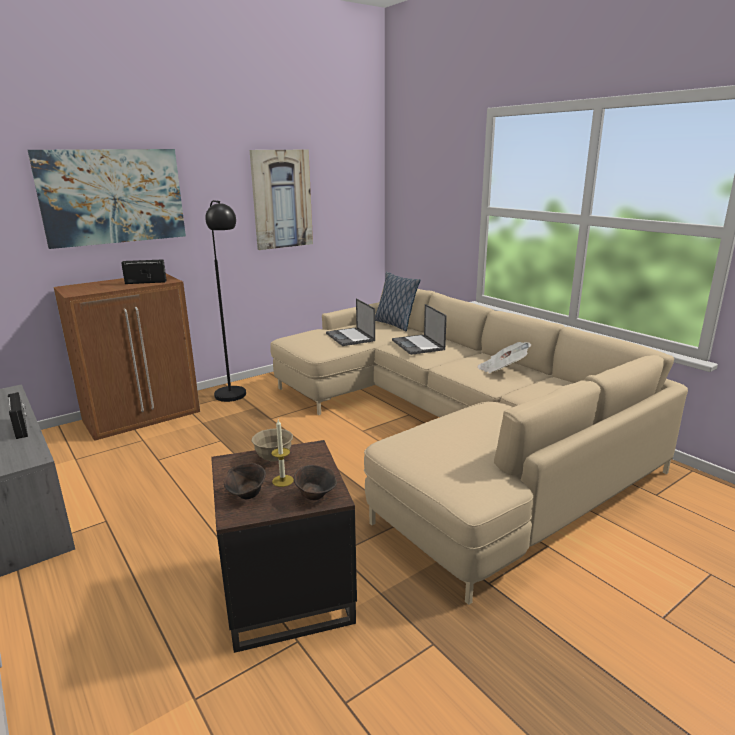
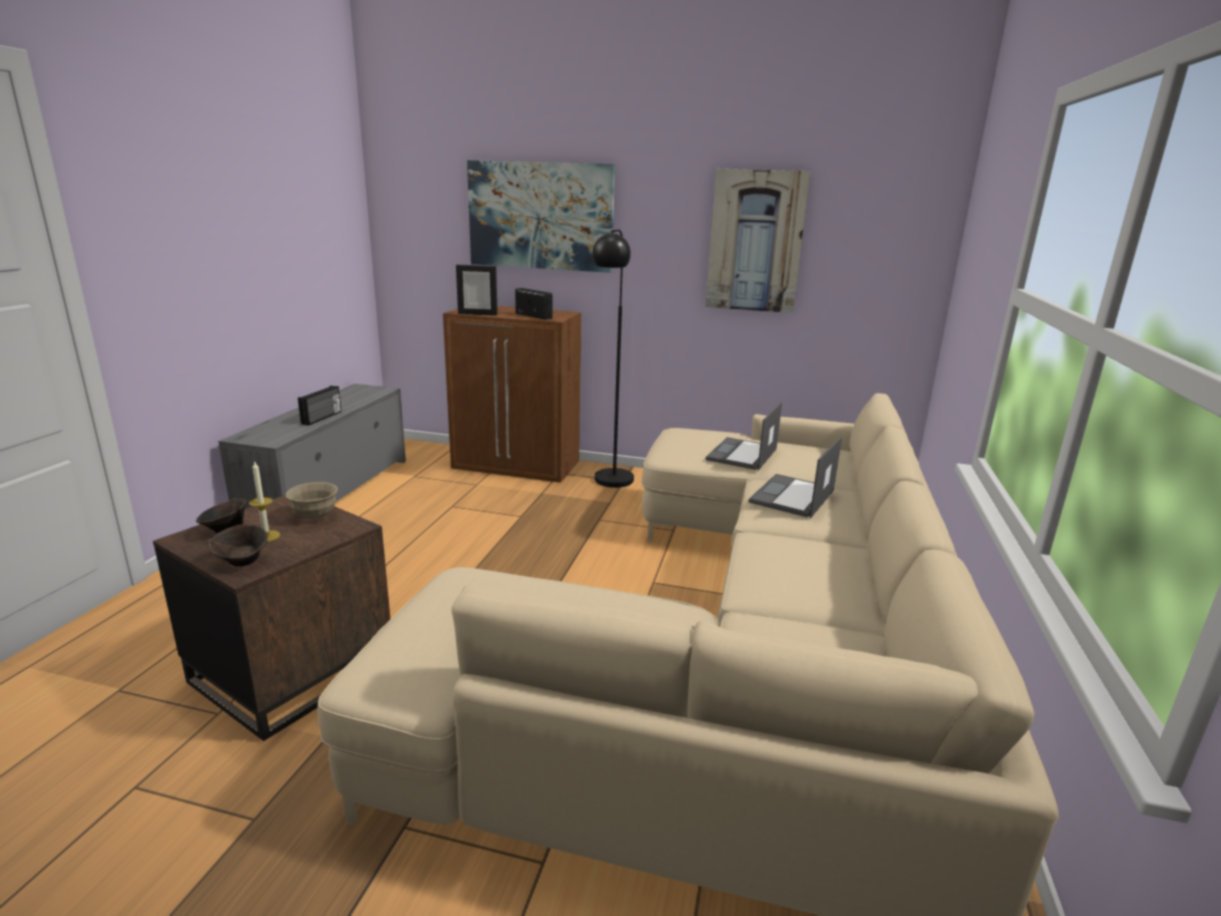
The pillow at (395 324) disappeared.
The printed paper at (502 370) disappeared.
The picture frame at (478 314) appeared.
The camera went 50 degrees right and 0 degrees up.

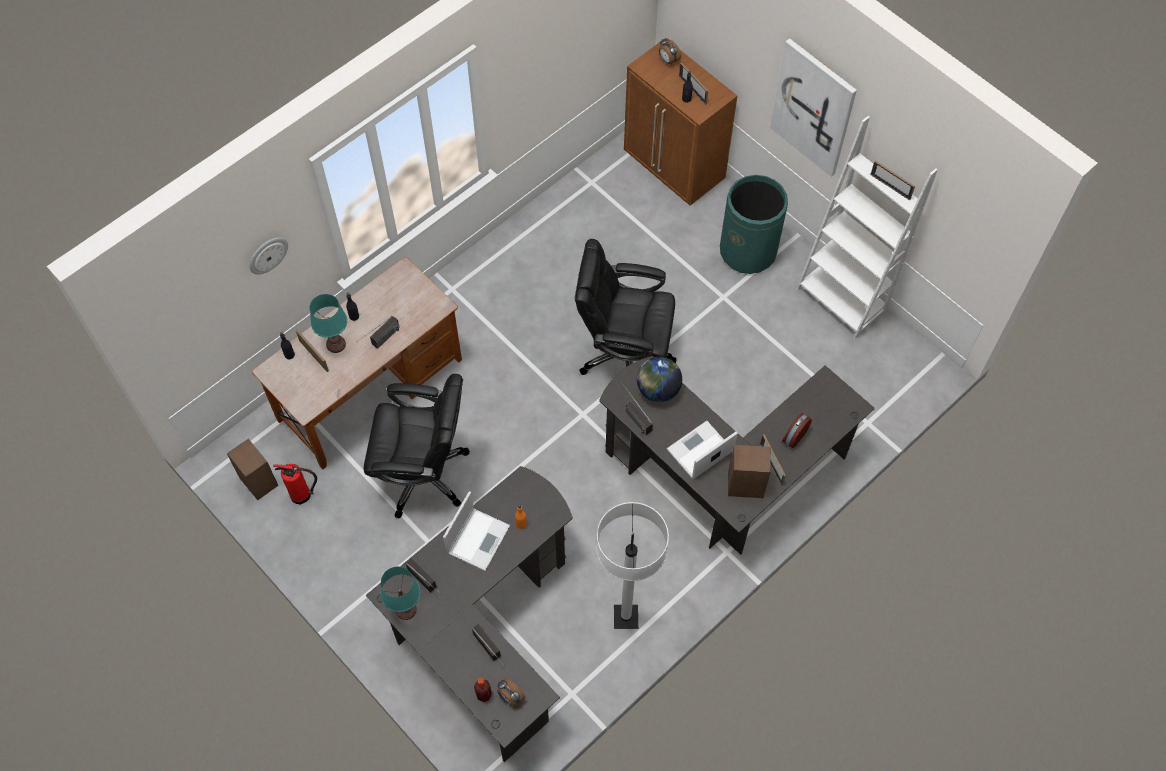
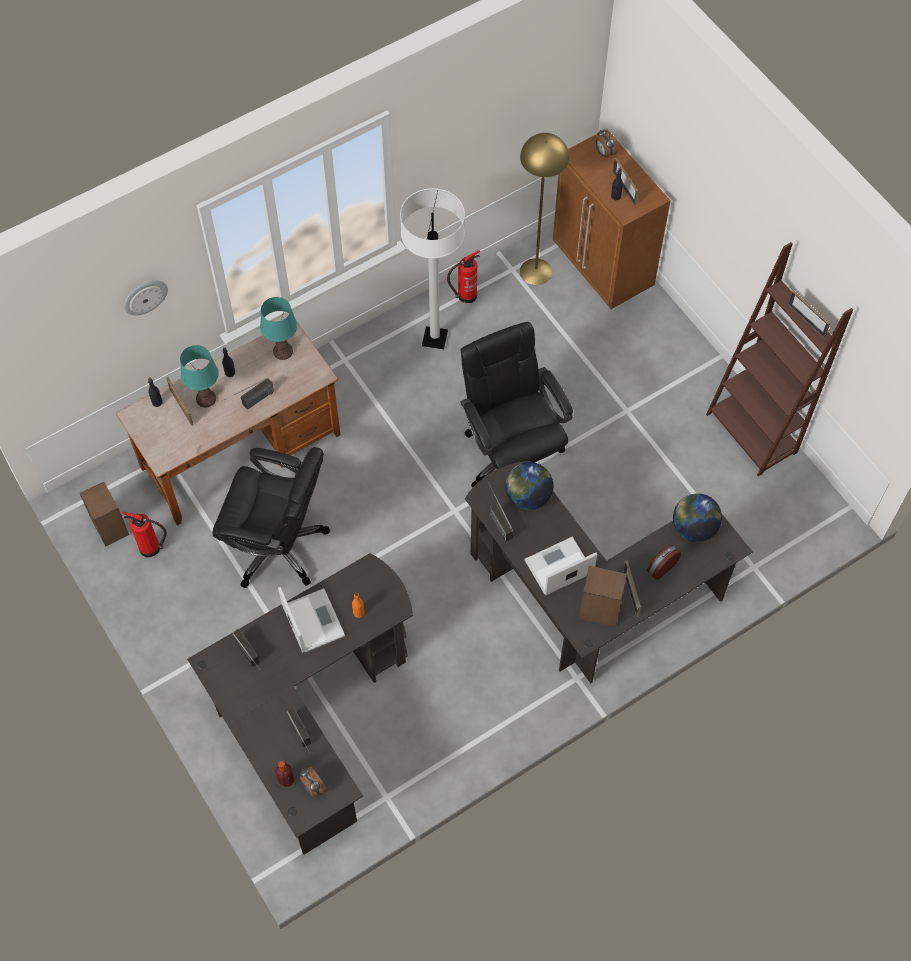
The wall art at (813 107) disappeared.
The white-coloured bookshelf at (841 300) became the brownish bookshelf at (752 433).
The green-coloured rubbish bin at (748 251) disappeared.
The blackish desk chair at (625 355) turned 45 degrees clockwise.
The notebook computer at (478 538) turned 60 degrees counterclockwise.
The white-coloured floor lamp moved from (626 617) to (435 338).
The blue-green lamp for a table moved from (405 610) to (282 351).
The yellowish floor lamp at (536 271) appeared.
The fire-fighting cylinder at (465 296) appeared.
The desk globe at (693 528) appeared.
The camera went 10 degrees right and 0 degrees up.

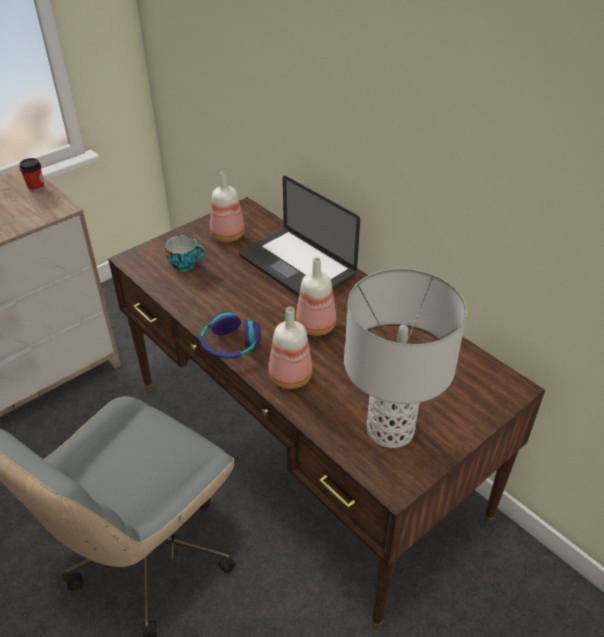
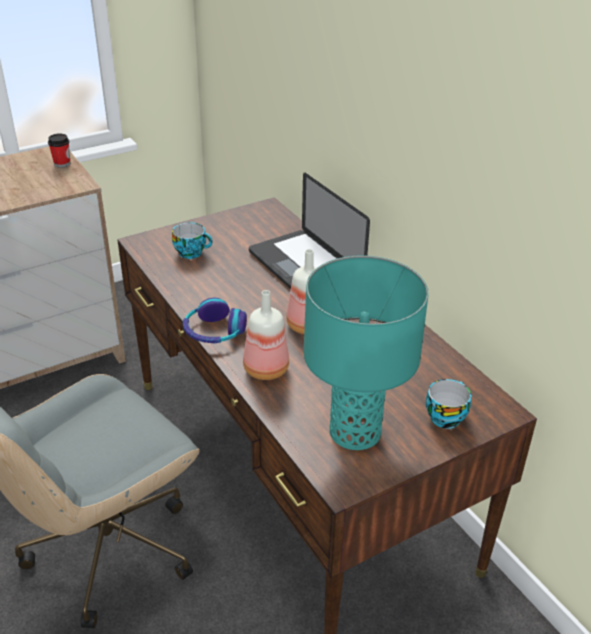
The beverage bottle at (227 236) disappeared.
The white-coloured lamp for a table at (390 428) became the blue-green lamp for a table at (355 431).
The drinking cup at (445 416) appeared.
The camera went 10 degrees right and 5 degrees down.

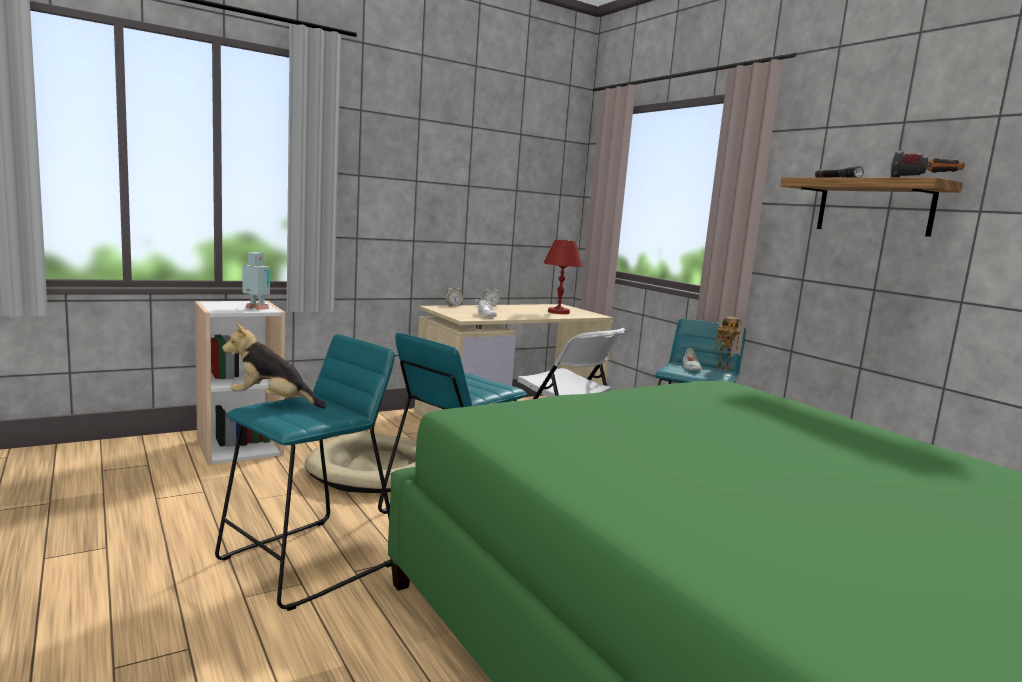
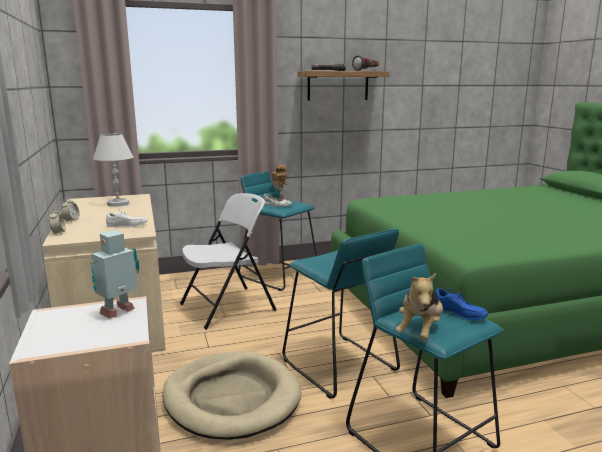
The red lamp for a table at (558 312) became the white-coloured lamp for a table at (118 204).
The blue-coloured item of footwear at (458 314) appeared.
The camera went 75 degrees left and 5 degrees up.

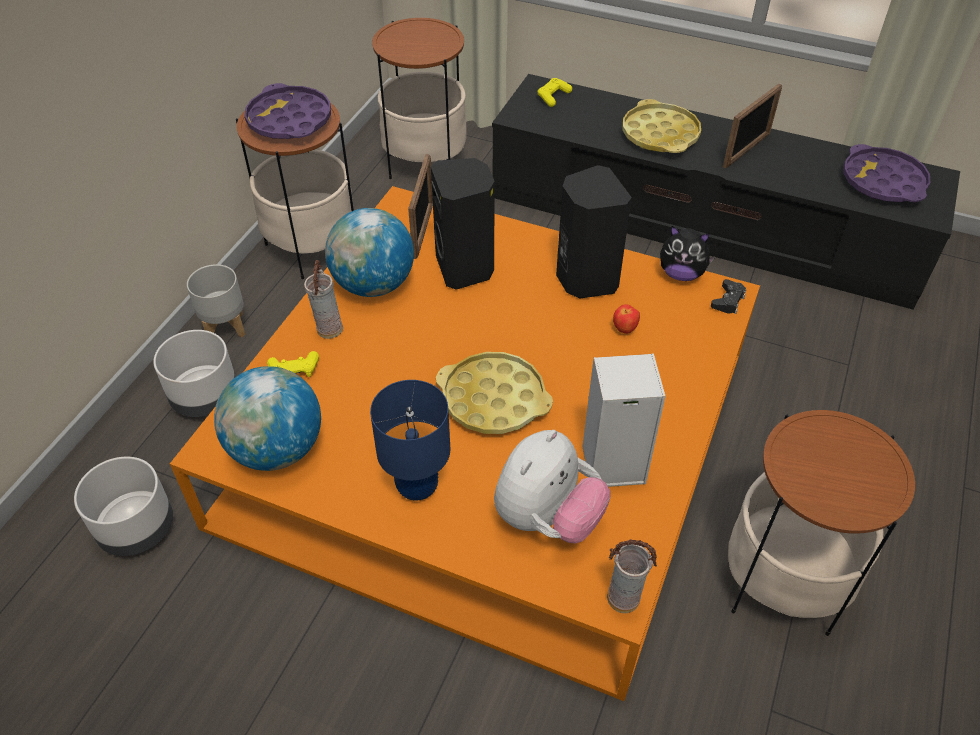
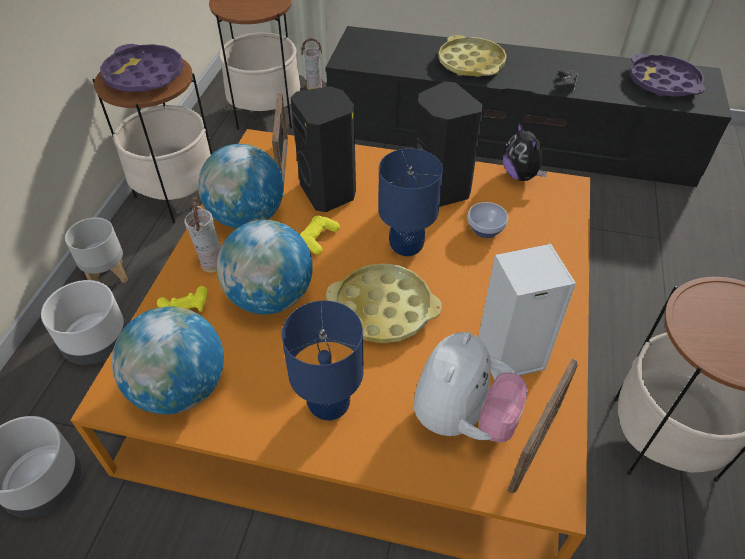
The yellowish game controller moved from (553 97) to (318 238).
The picture frame moved from (746 150) to (535 446).
The cuddly toy at (681 274) turned 60 degrees clockwise.
The blackish game controller moved from (728 301) to (565 84).
The apple at (624 329) was replaced by the deep dish at (485 229).
The vase moved from (623 600) to (314 87).
The blue-coloured lamp for a table at (404 248) appeared.
The desk globe at (270 297) appeared.
The camera went 10 degrees left and 0 degrees up.

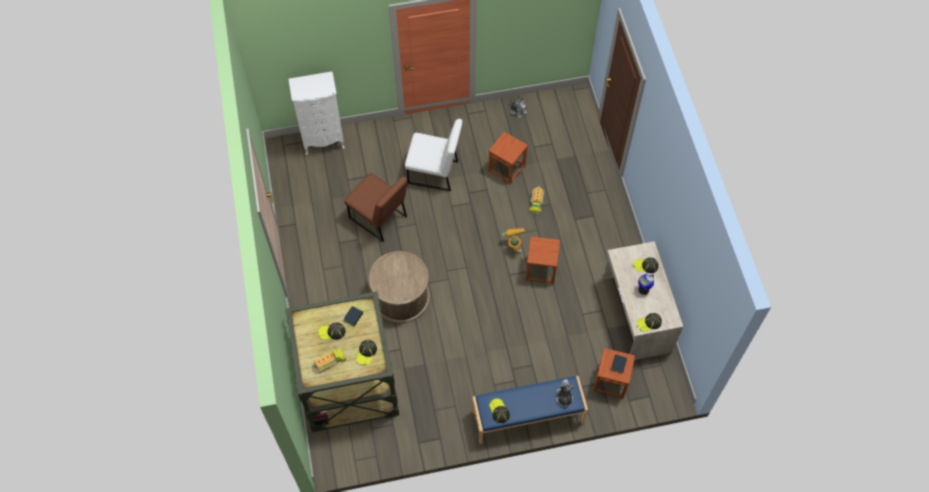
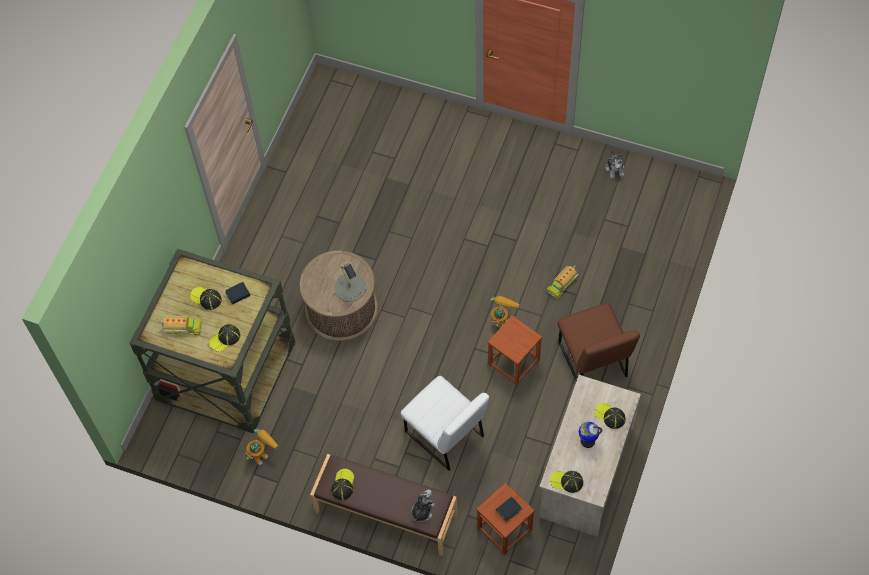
The white-coloured drawer chest at (323 143) disappeared.
The white-coloured chair moved from (434 173) to (445 435).
The brownish stool at (507 168) disappeared.
The brownish chair moved from (379 218) to (593 361).
The blue-coloured bench at (528 417) became the brownish bench at (385 514).
The greyish lamp for a table at (350 287) appeared.
The model robot at (263 453) appeared.
The camera went 35 degrees right and 0 degrees up.

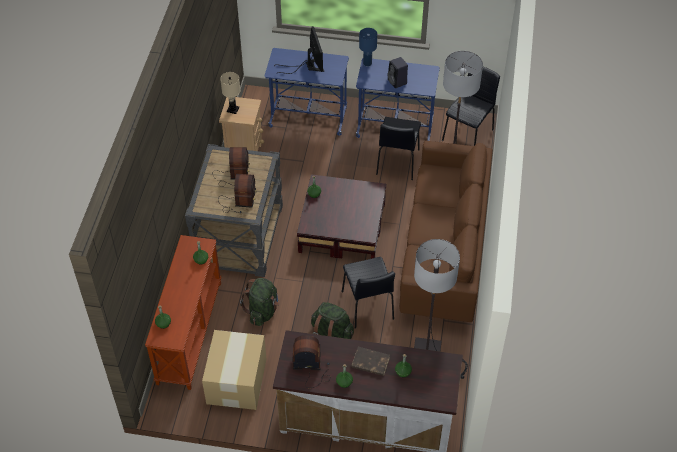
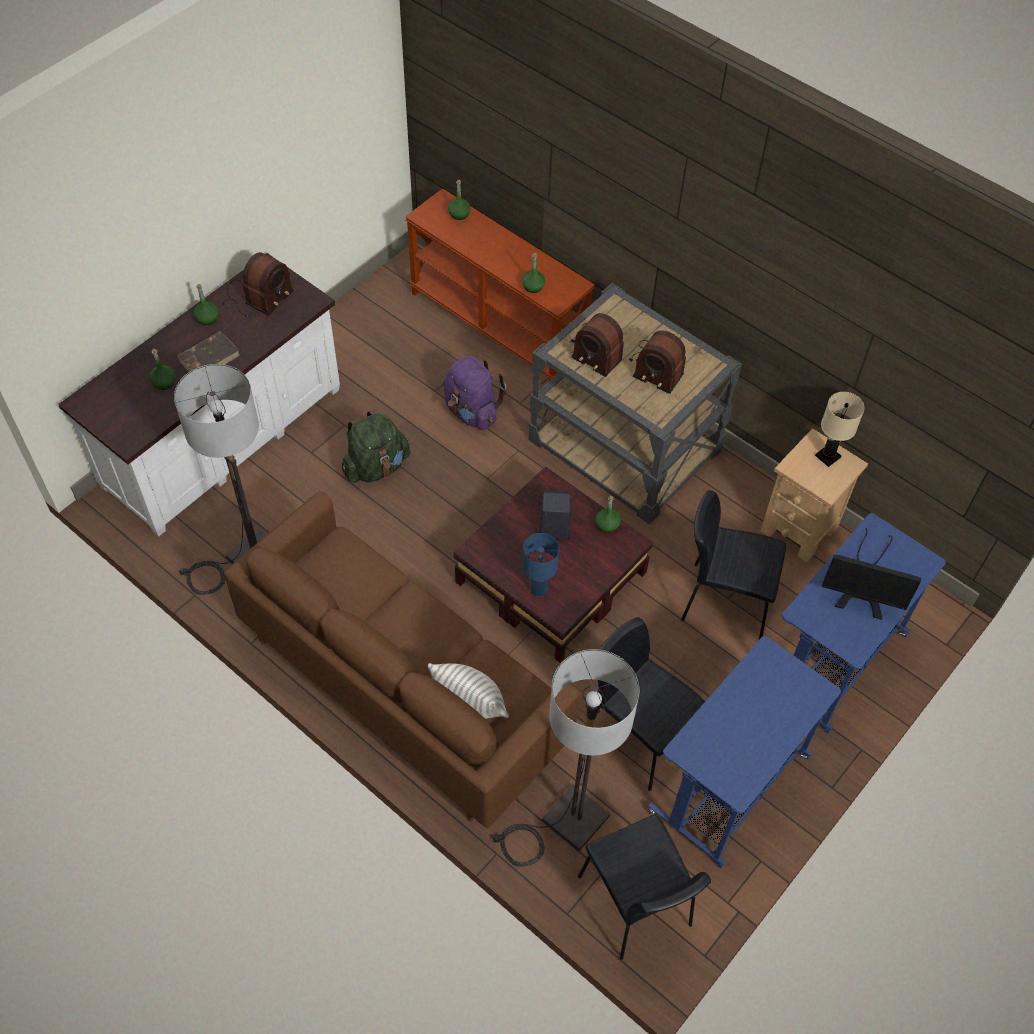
The blue-coloured lamp for a table moved from (367 63) to (539 589).
The blackish loudspeaker moved from (397 82) to (553 528).
The blackish chair moved from (368 307) to (723 601).
The green-coloured knapsack at (262 311) became the purple-coloured knapsack at (472 411).
The cardboard box at (236 382) disappeared.
The pillow at (470 705) appeared.
The camera went 120 degrees right and 5 degrees up.

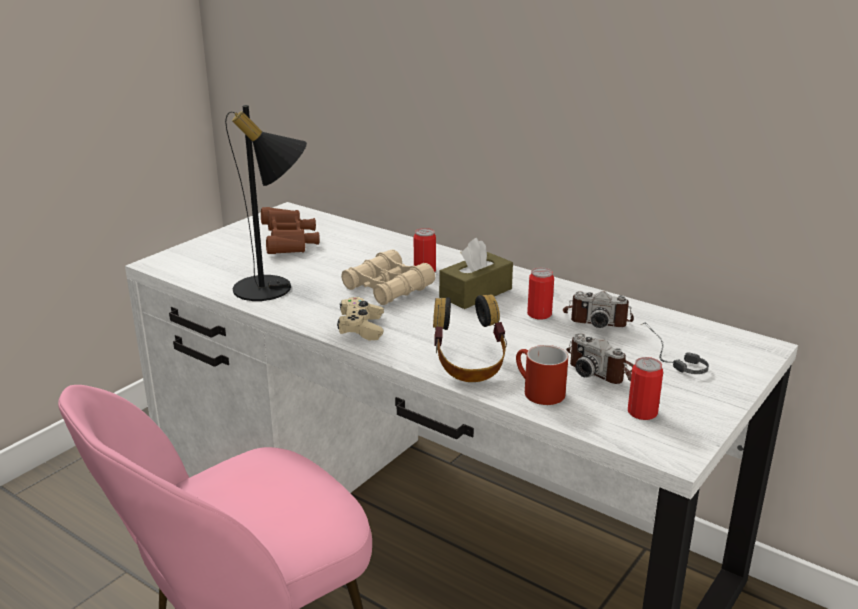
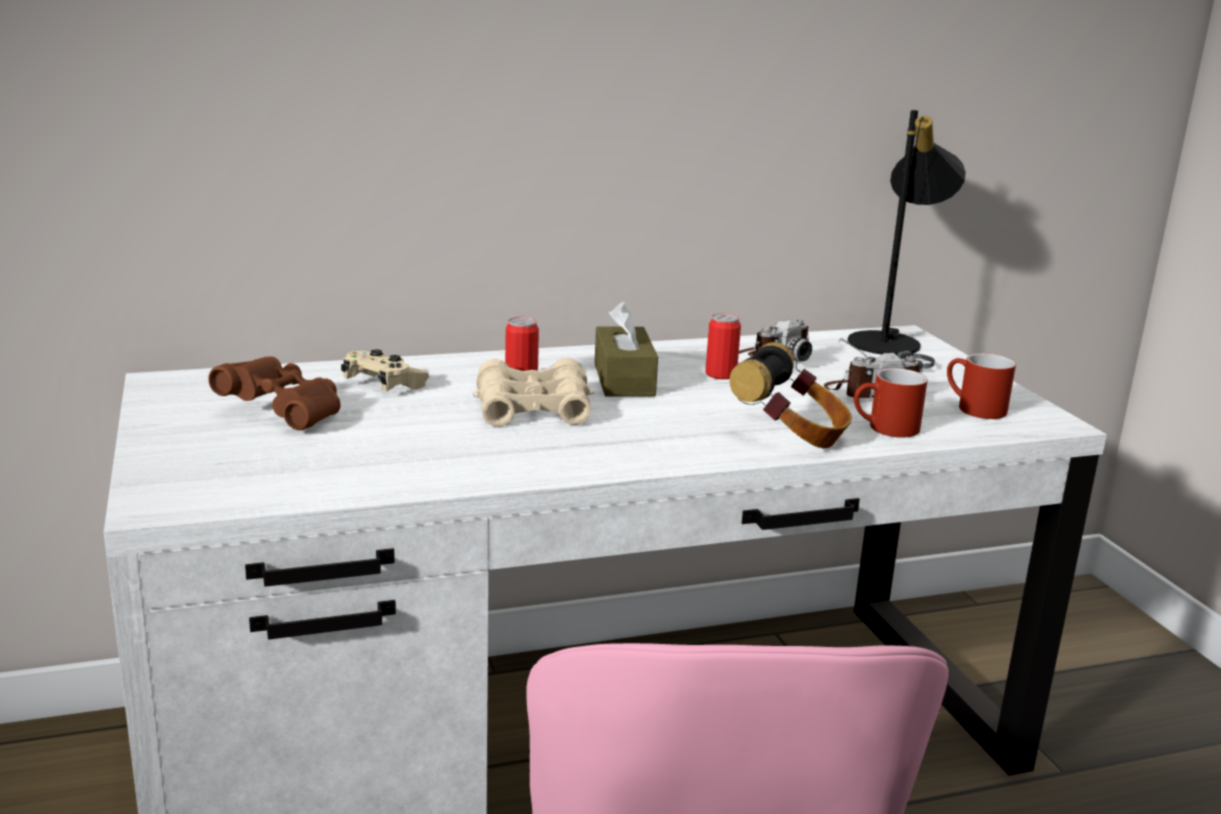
The blackish lamp for a table moved from (273 289) to (892 340).
The sand-coloured game controller moved from (361 328) to (384 385).
The can at (642 412) was replaced by the red coffee mug at (972 408).
The camera went 55 degrees left and 5 degrees down.

